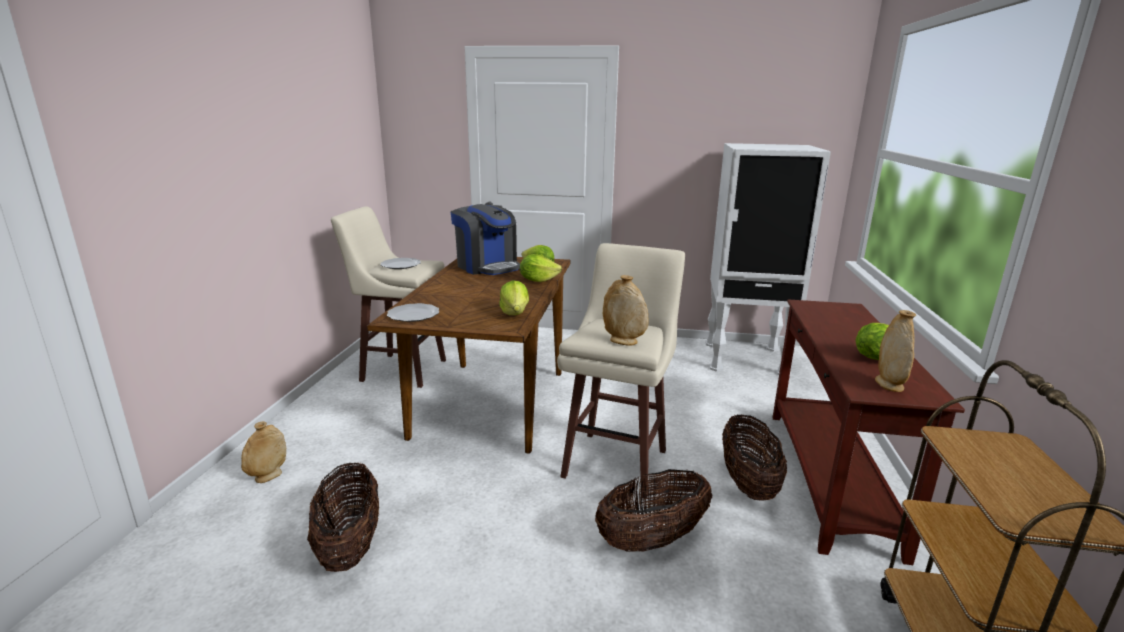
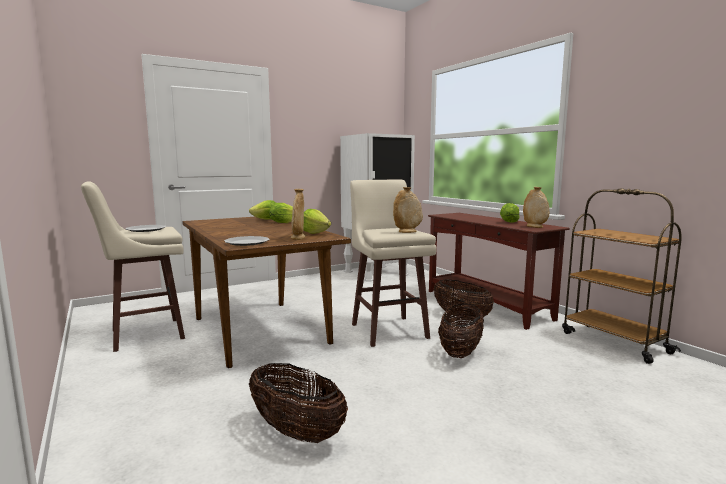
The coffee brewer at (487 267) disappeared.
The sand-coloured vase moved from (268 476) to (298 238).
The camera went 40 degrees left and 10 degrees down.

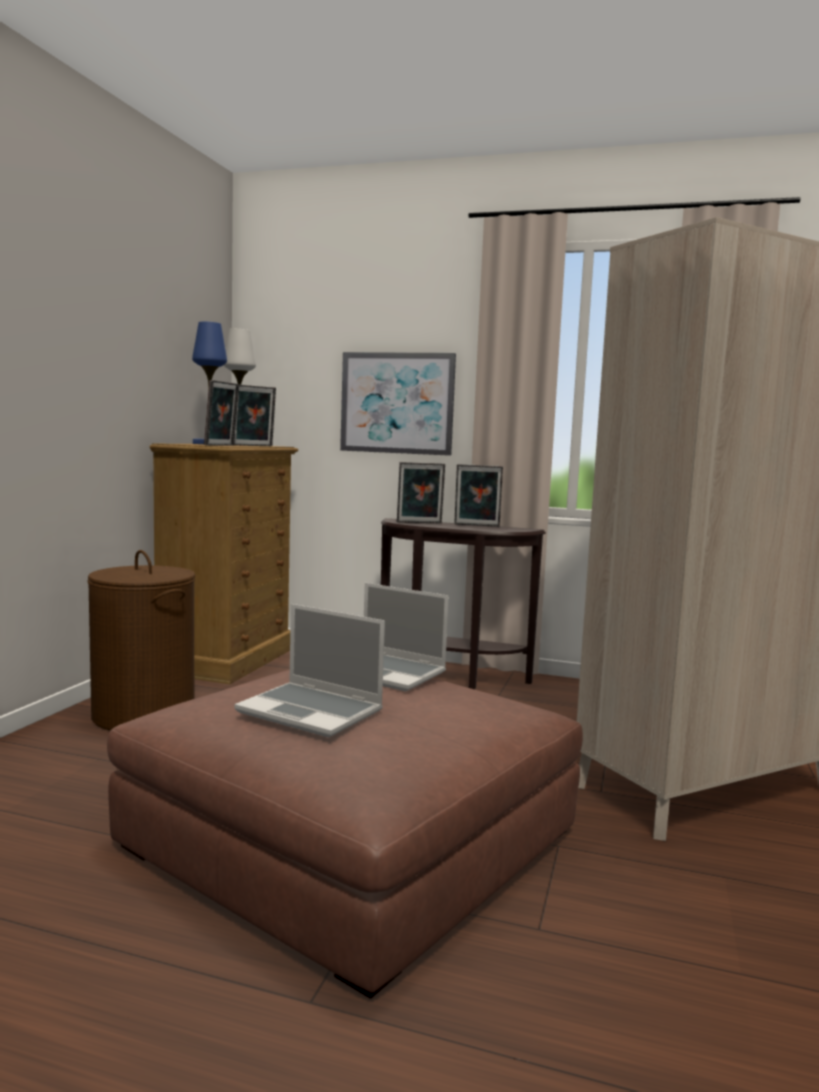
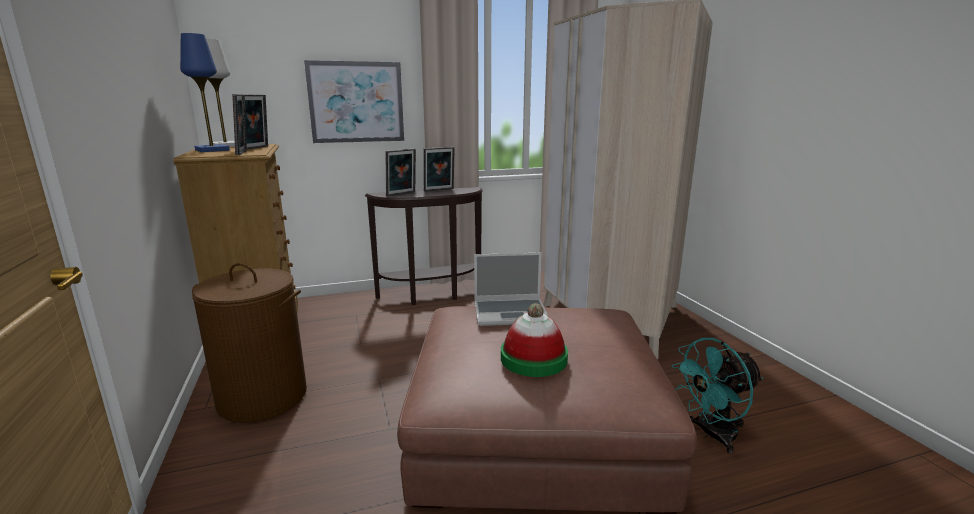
The notebook computer at (312 711) was replaced by the hat at (533 358).
The blue-green cooling fan at (711 435) appeared.
The camera went 35 degrees left and 10 degrees up.

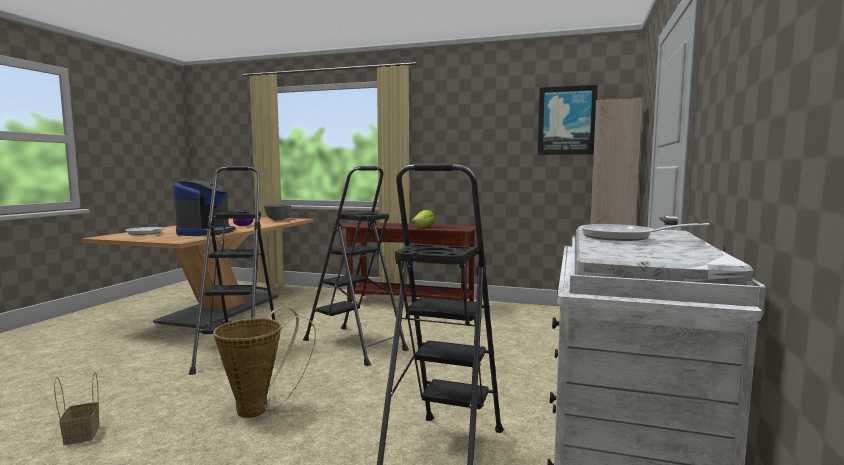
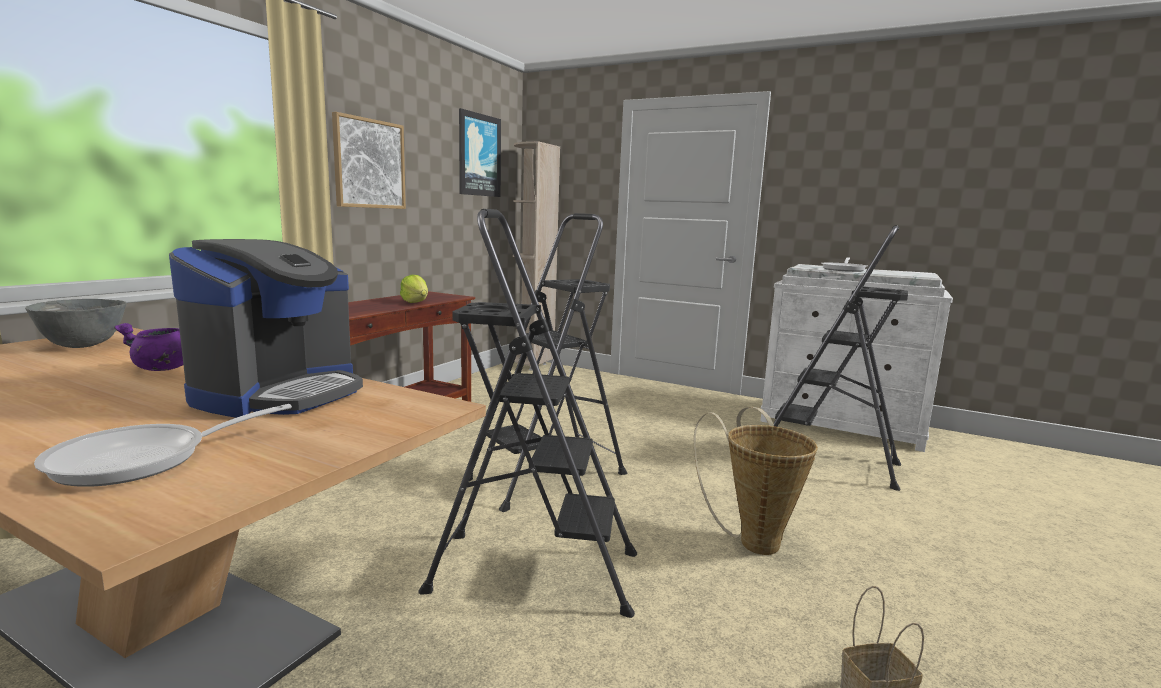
The coffee brewer at (205 232) turned 90 degrees clockwise.
The wall art at (369 164) appeared.
The camera went 80 degrees left and 5 degrees up.

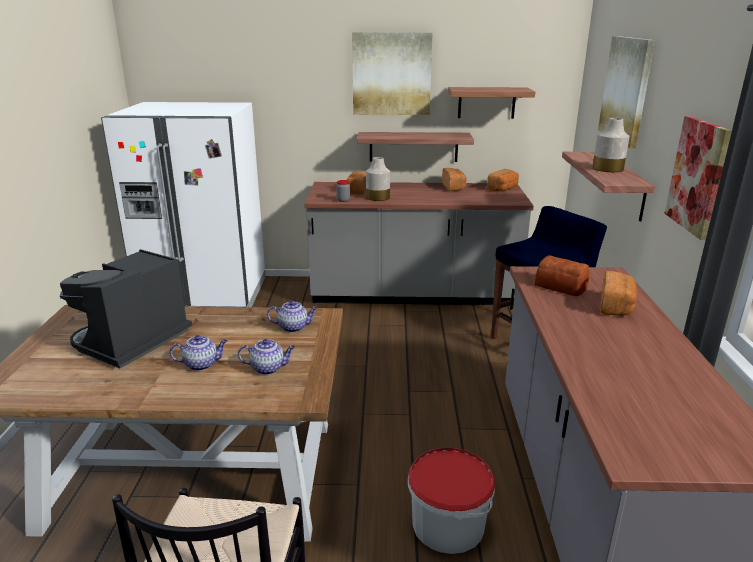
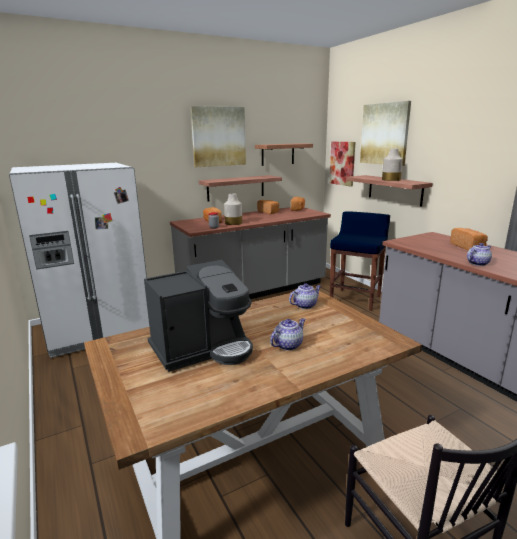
The wall art moved from (697 176) to (342 163).
The coffee brewer at (131 342) turned 120 degrees counterclockwise.
The baked bread at (560 286) disappeared.
The pot for tea moved from (268 368) to (477 263).
The water bucket at (448 524) disappeared.
The camera went 30 degrees left and 5 degrees down.

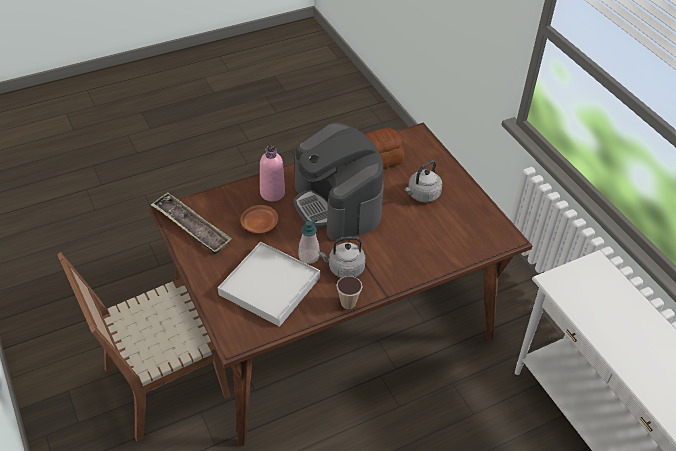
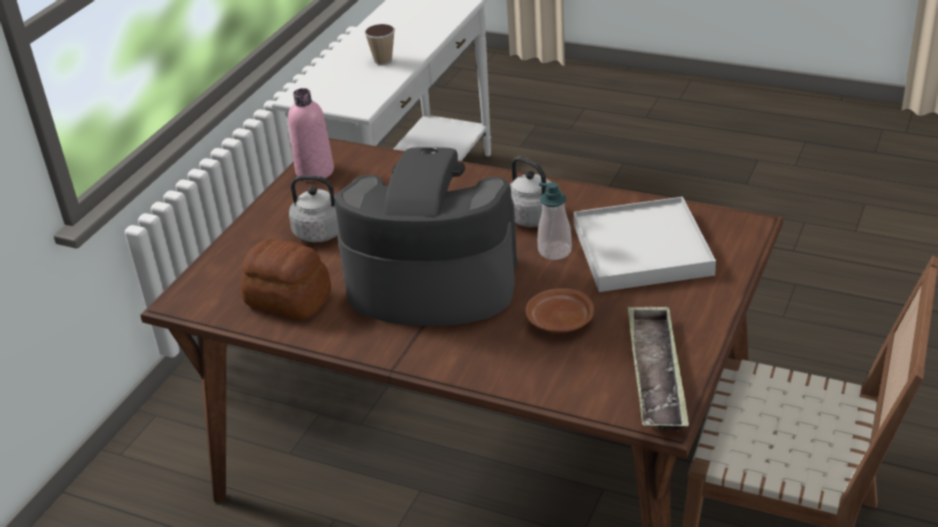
The coffee brewer at (337 204) turned 105 degrees counterclockwise.
The pinkish beverage bottle moved from (272 193) to (315 171).
The drinking cup moved from (348 303) to (383 60).
The camera went 125 degrees left and 10 degrees down.

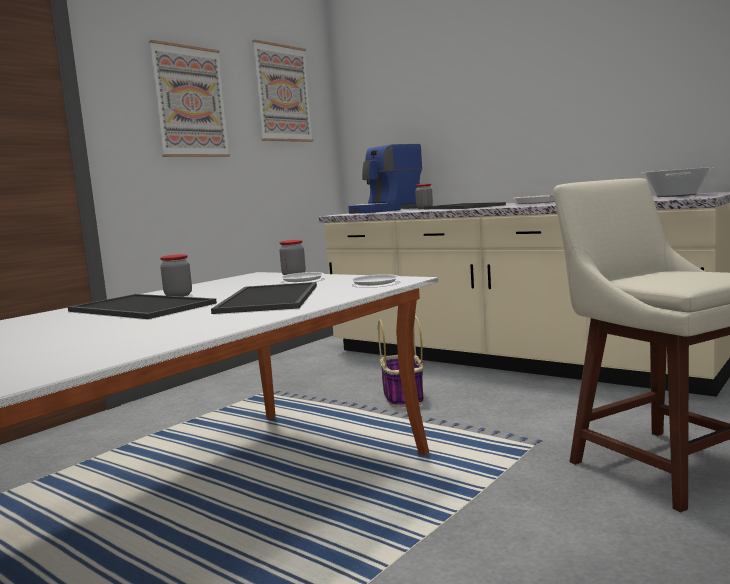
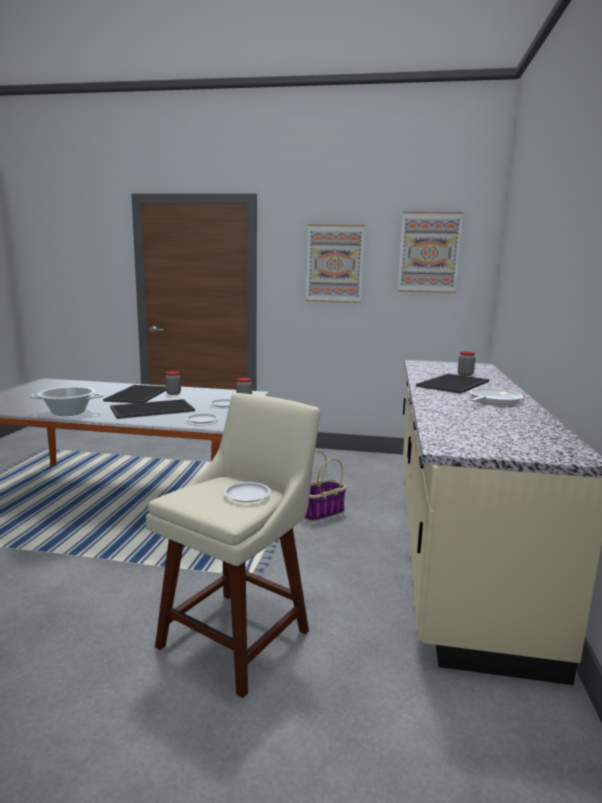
The coffee brewer at (386 210) disappeared.
The saucepot moved from (676 195) to (68 412).
The white-coloured dinner plate at (247 495) appeared.
The camera went 60 degrees right and 5 degrees up.

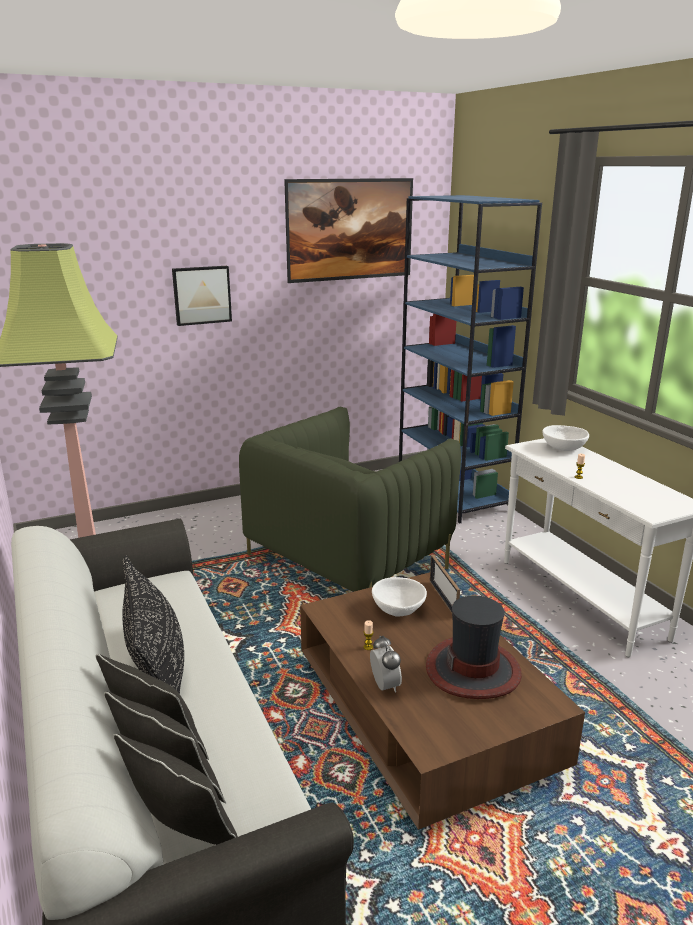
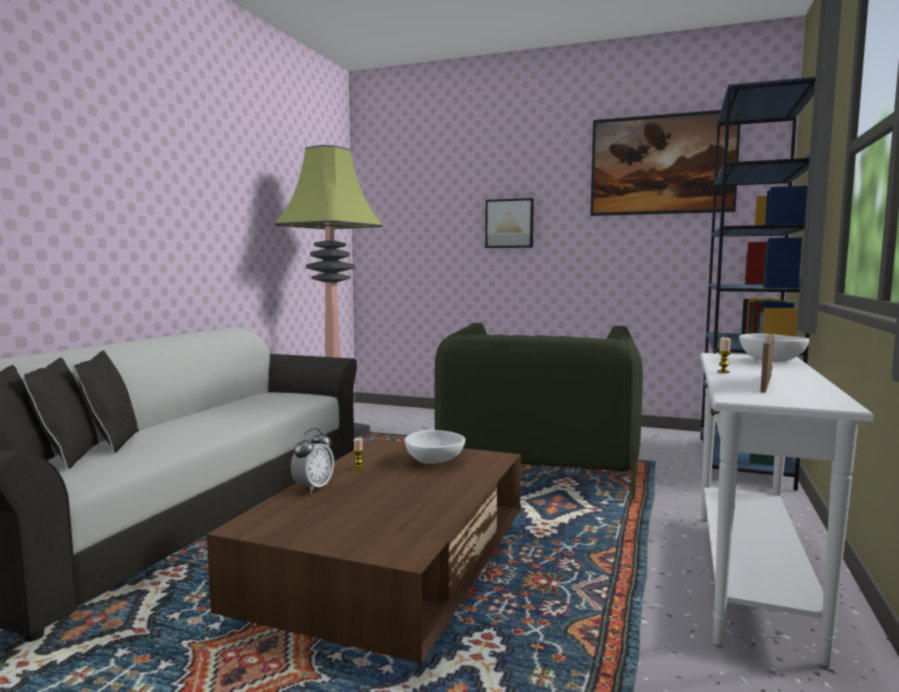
The green-coloured easy chair at (348 560) turned 75 degrees counterclockwise.
The picture frame moved from (443 599) to (766 383).
The blackish pillow at (157 668) disappeared.
The hat at (473 670) disappeared.
The camera went 45 degrees right and 15 degrees down.

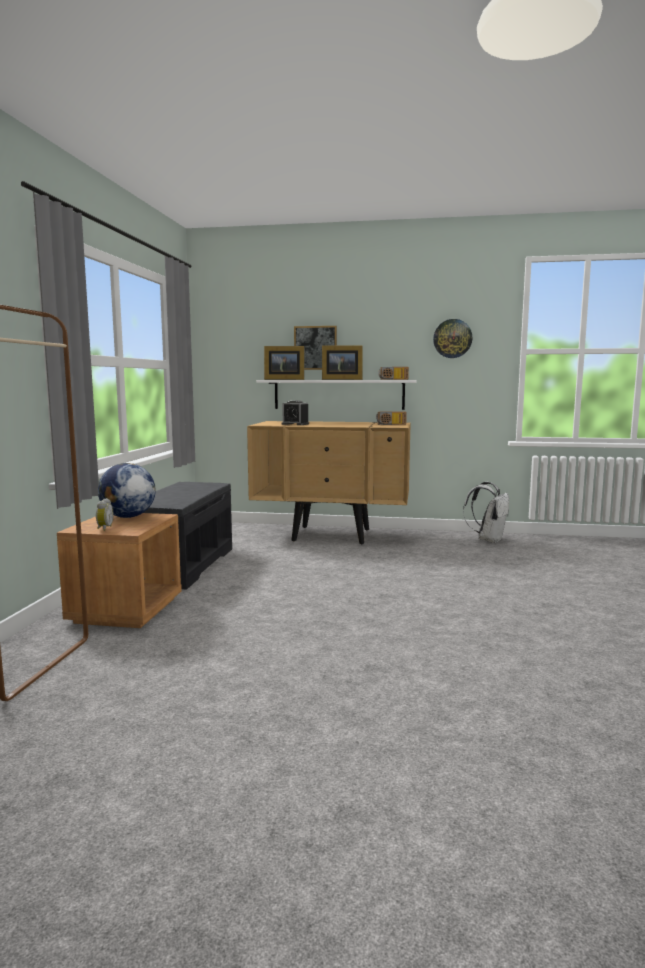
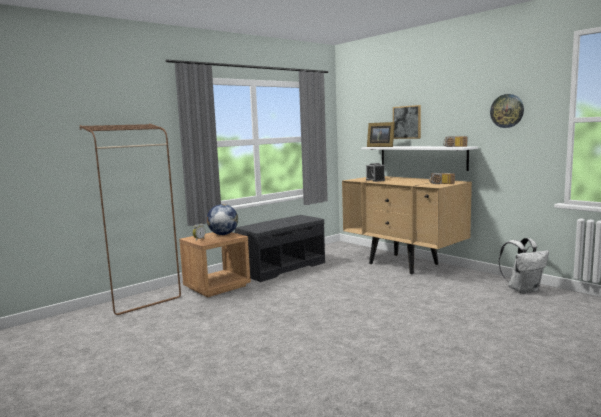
The picture frame at (340 379) disappeared.
The camera went 40 degrees right and 0 degrees up.

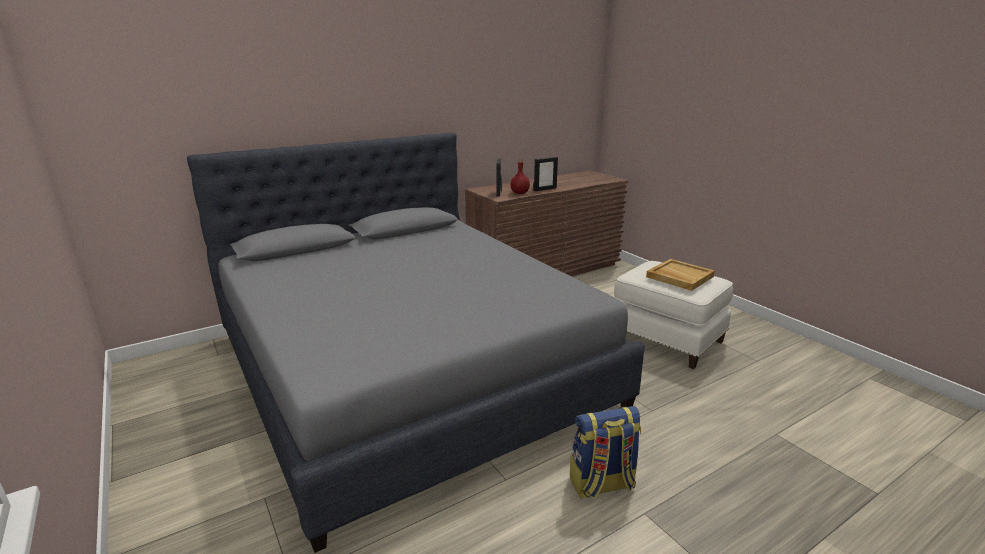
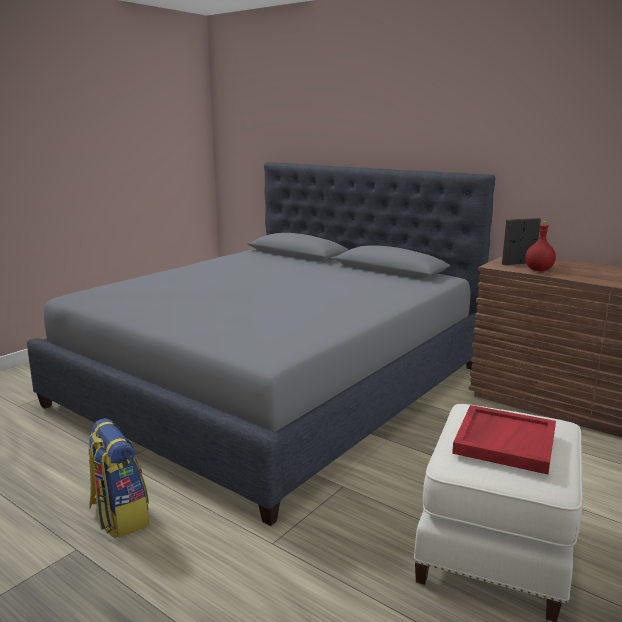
The picture frame at (544 189) disappeared.
The sand-coloured serving tray at (679 277) became the red serving tray at (504 441).
The camera went 70 degrees right and 5 degrees down.

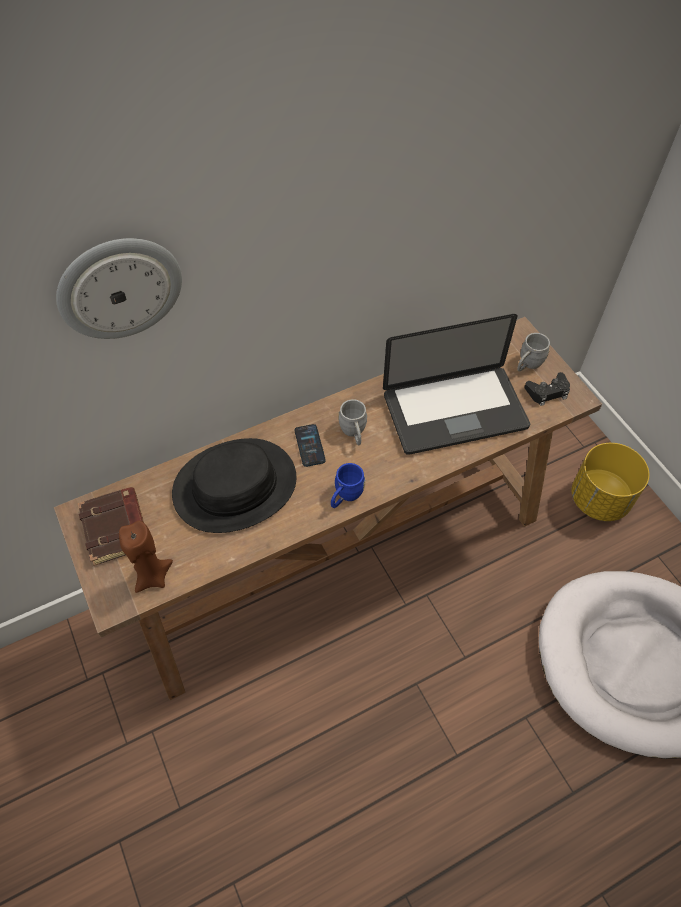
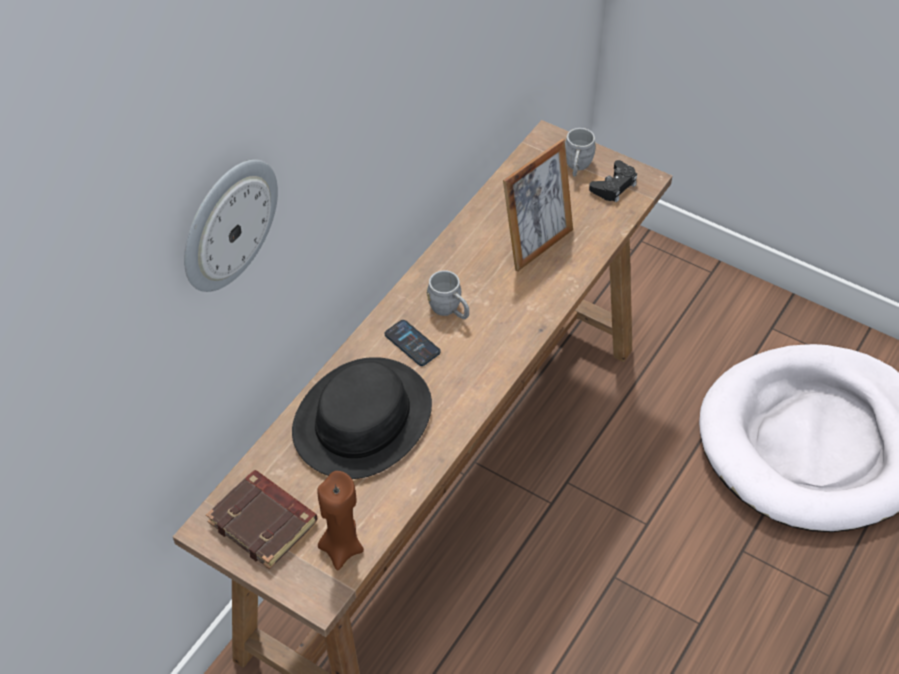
The notebook computer at (454 411) was replaced by the picture frame at (536 244).
The yellowish flower pot at (599 499) disappeared.
The blue-coloured coffee mug at (345 496) disappeared.
The camera went 30 degrees left and 5 degrees down.

